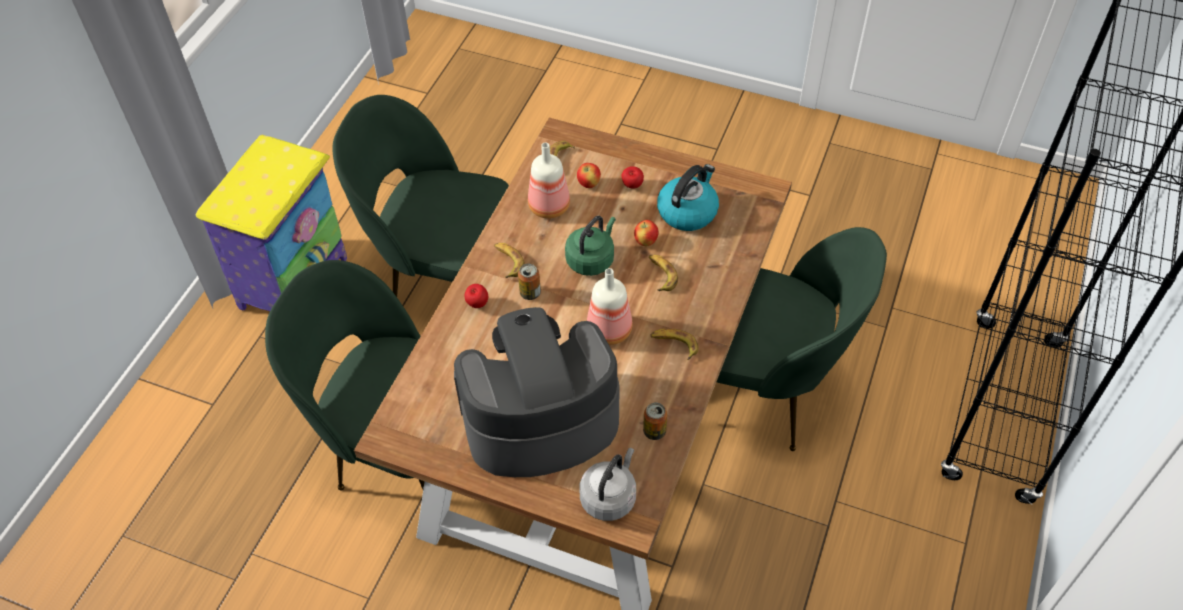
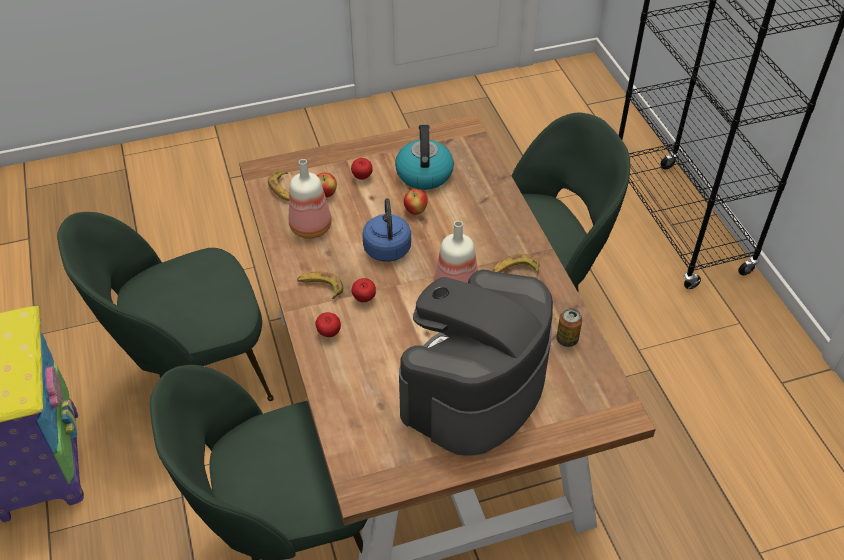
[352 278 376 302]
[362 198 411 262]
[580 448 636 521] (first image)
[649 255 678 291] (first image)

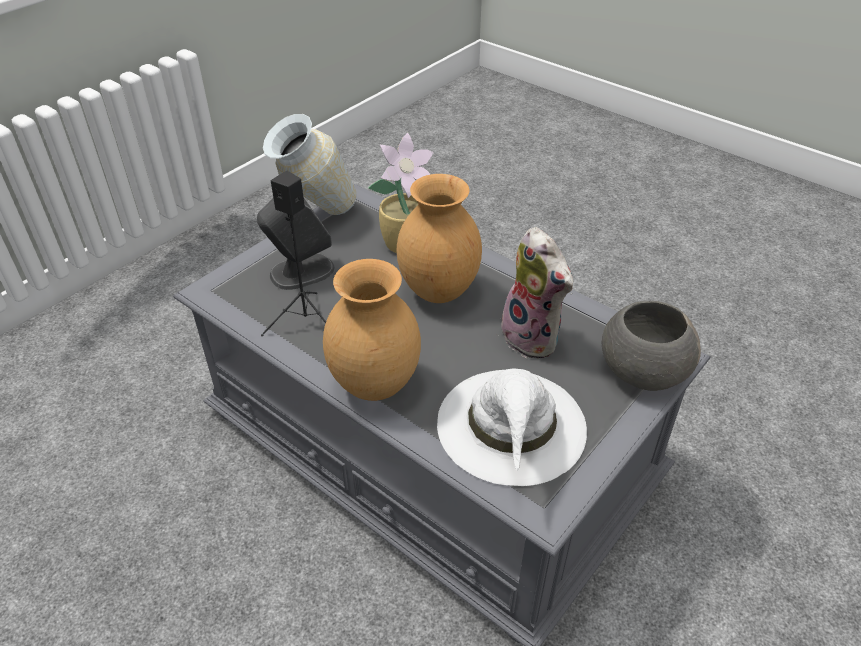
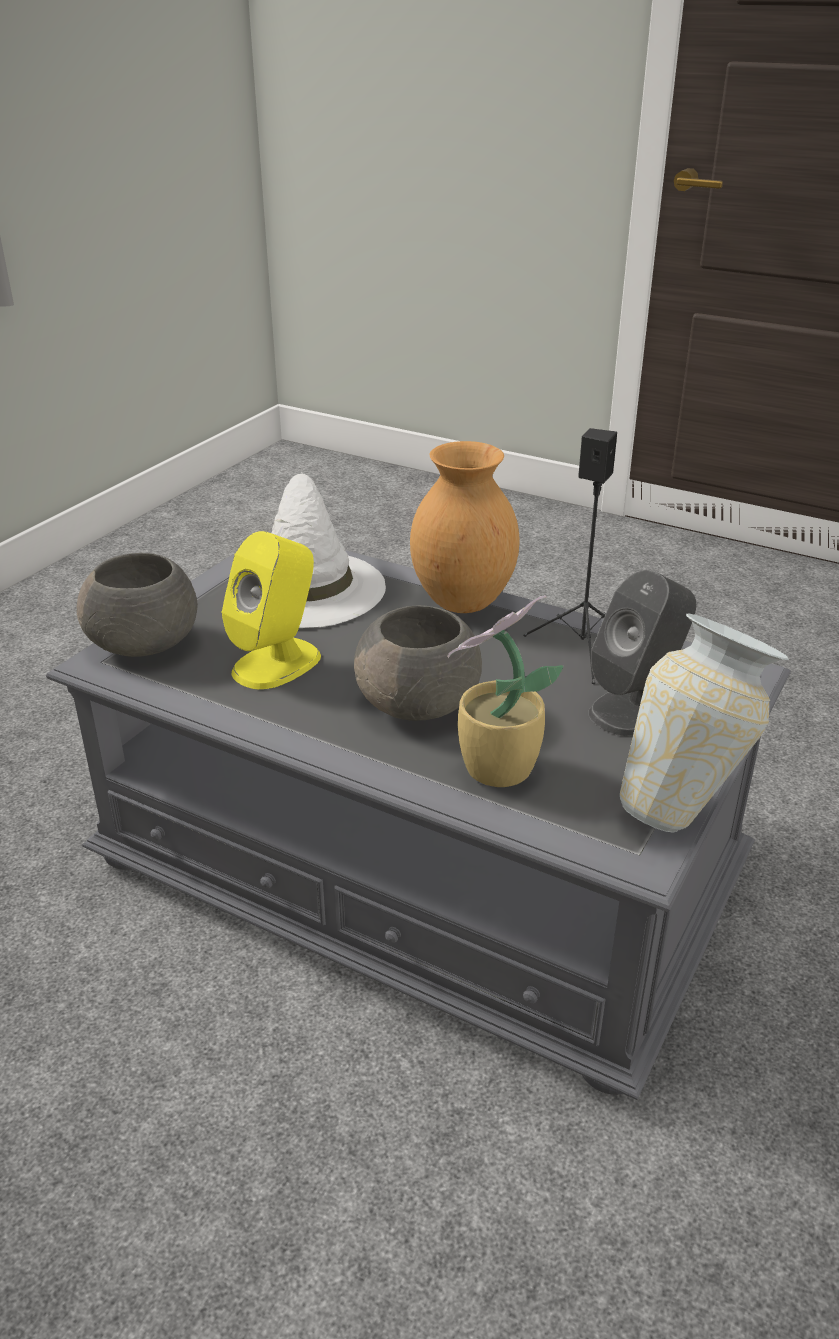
[221 531 321 690]
[354 605 482 721]

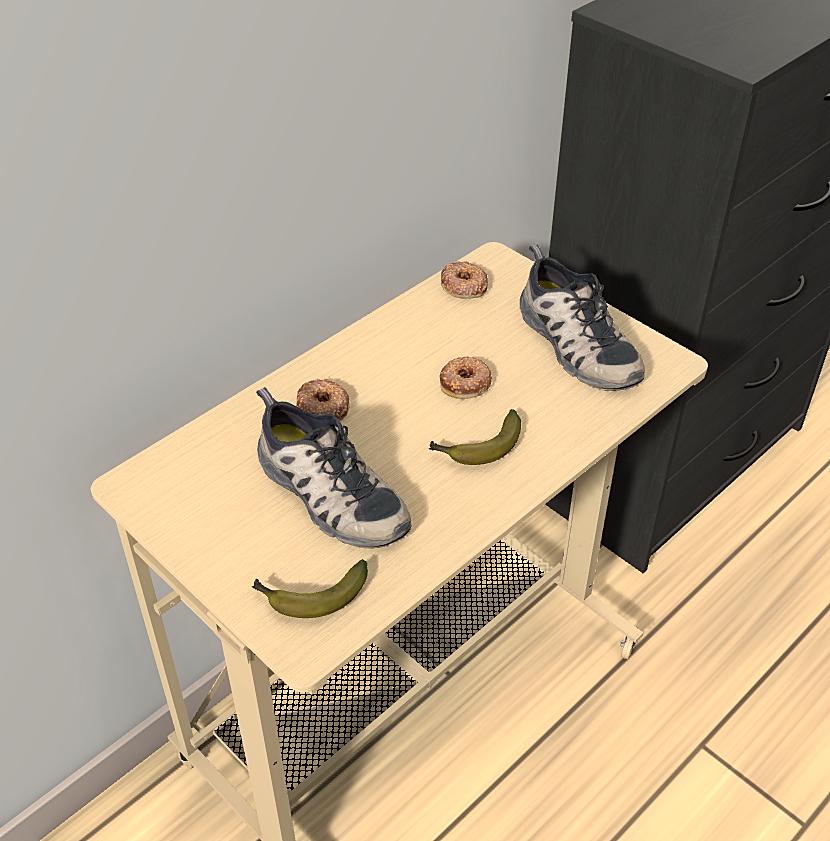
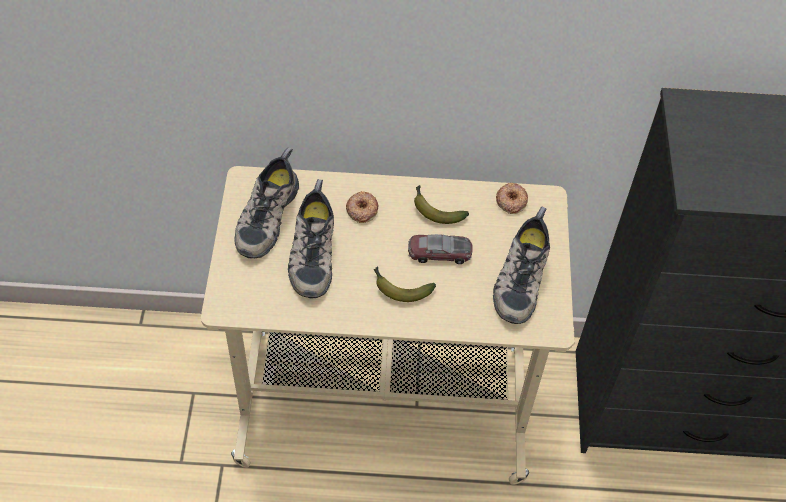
[234 147 299 258]
[408 234 473 264]
[414 185 469 224]

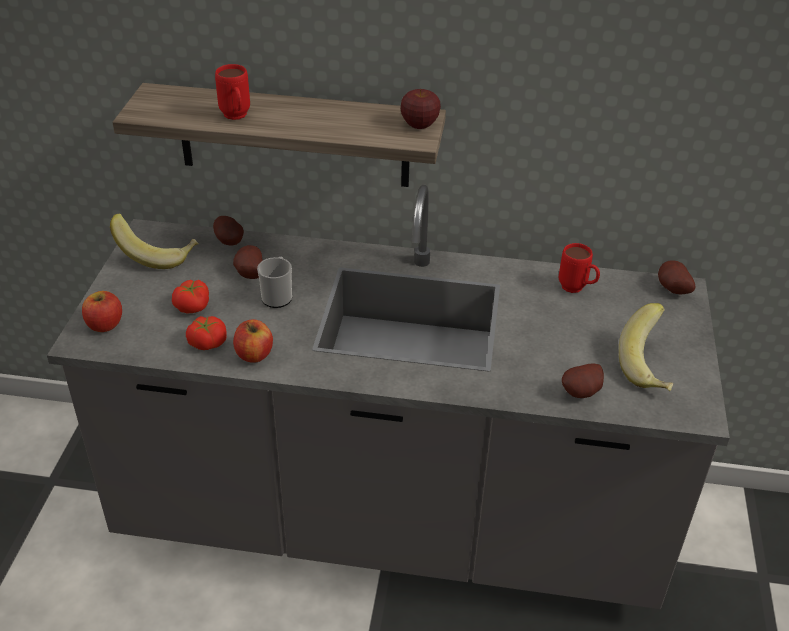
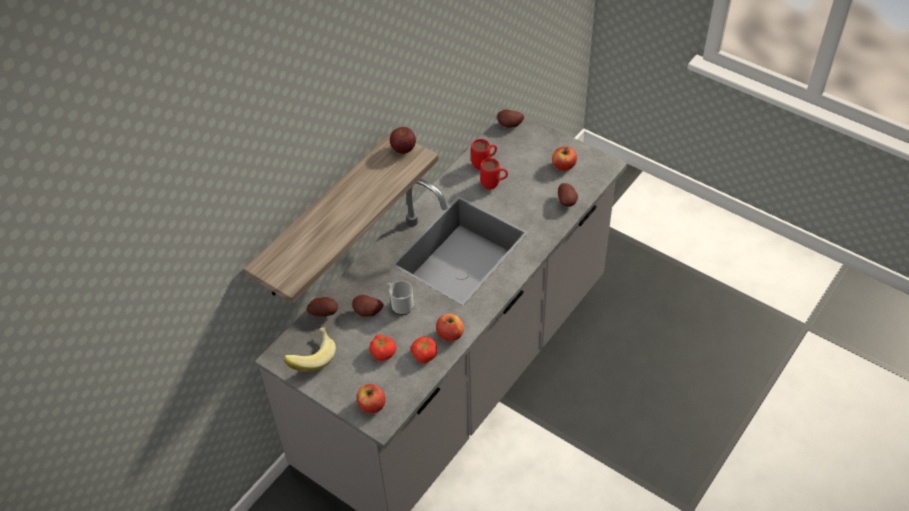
[480 158 508 190]
[552 147 577 171]

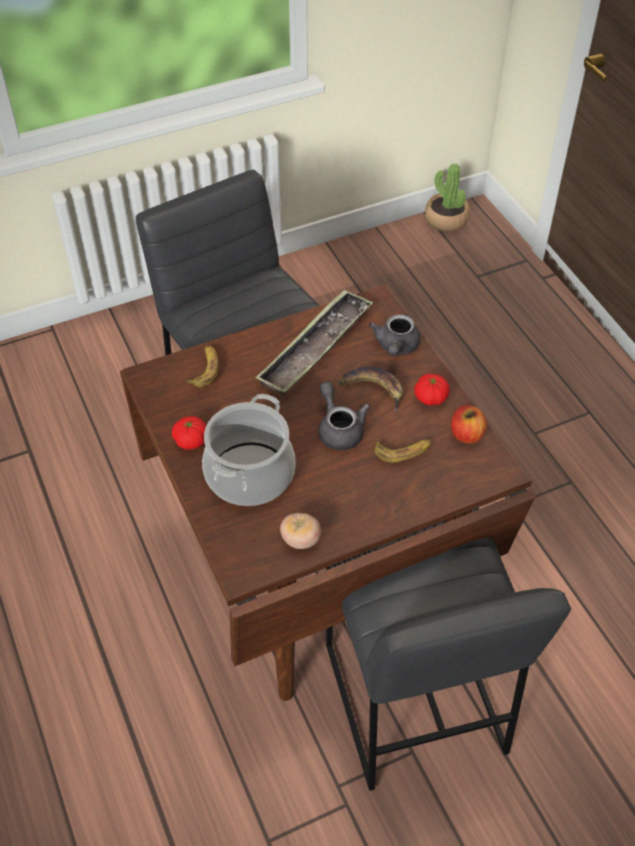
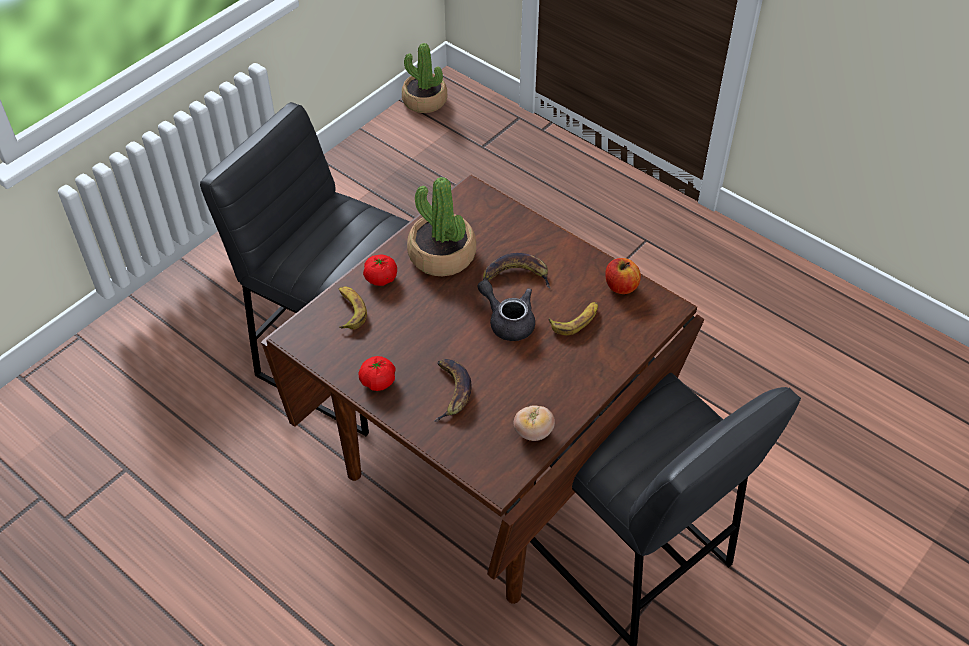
[363 255 397 286]
[407 177 476 276]
[434 359 472 422]
[369 314 421 356] (first image)

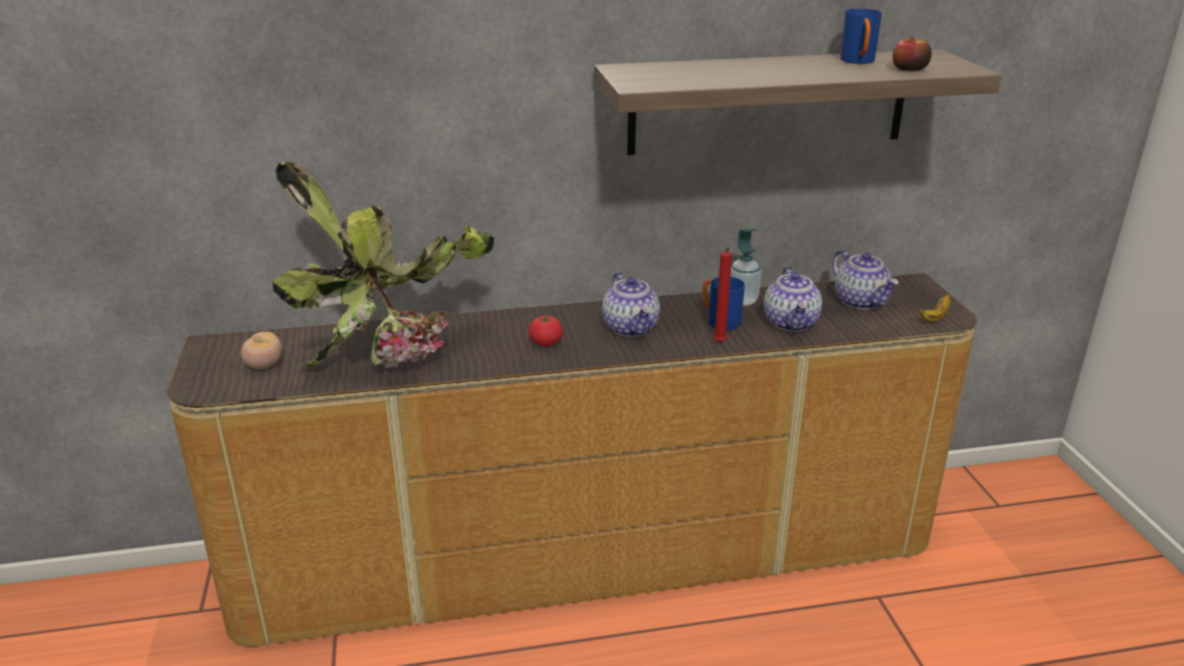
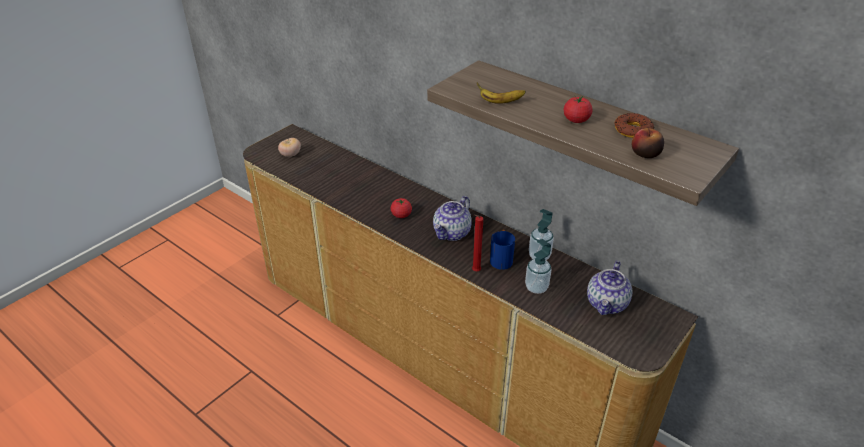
[477 83 526 104]
[525 239 552 294]
[564 96 592 123]
[615 113 654 138]
[272 162 494 368] (first image)

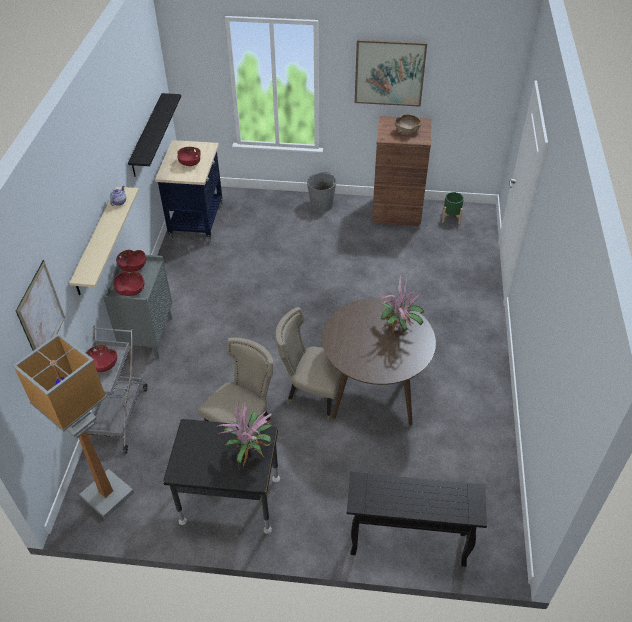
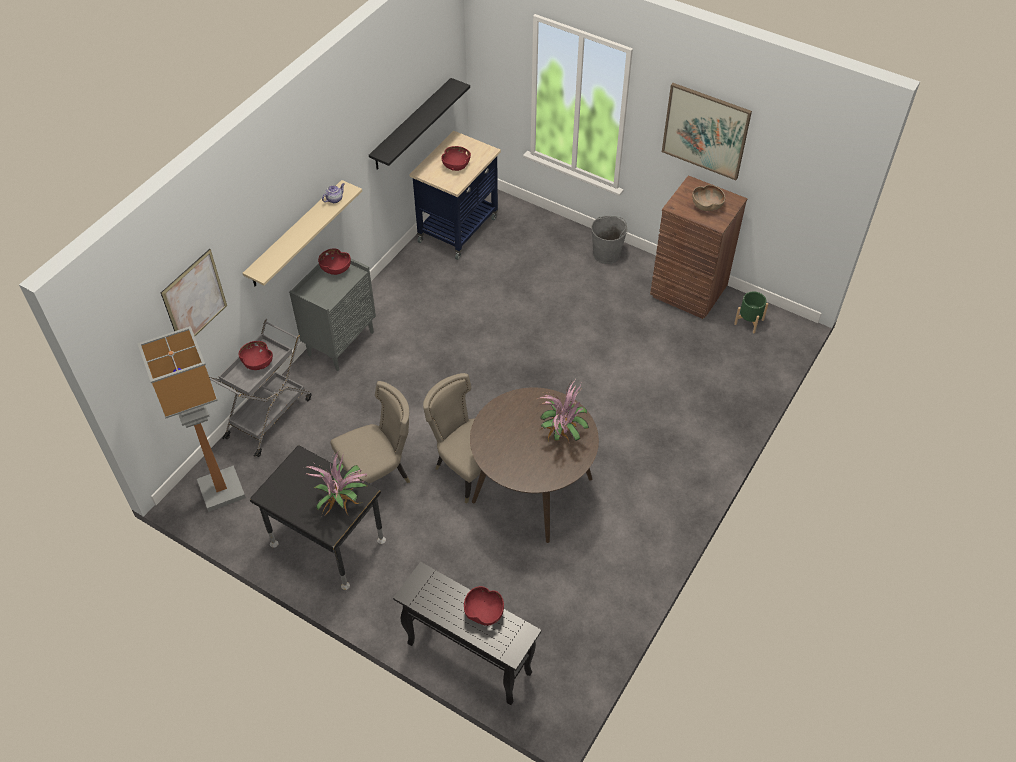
[464 586 504 626]

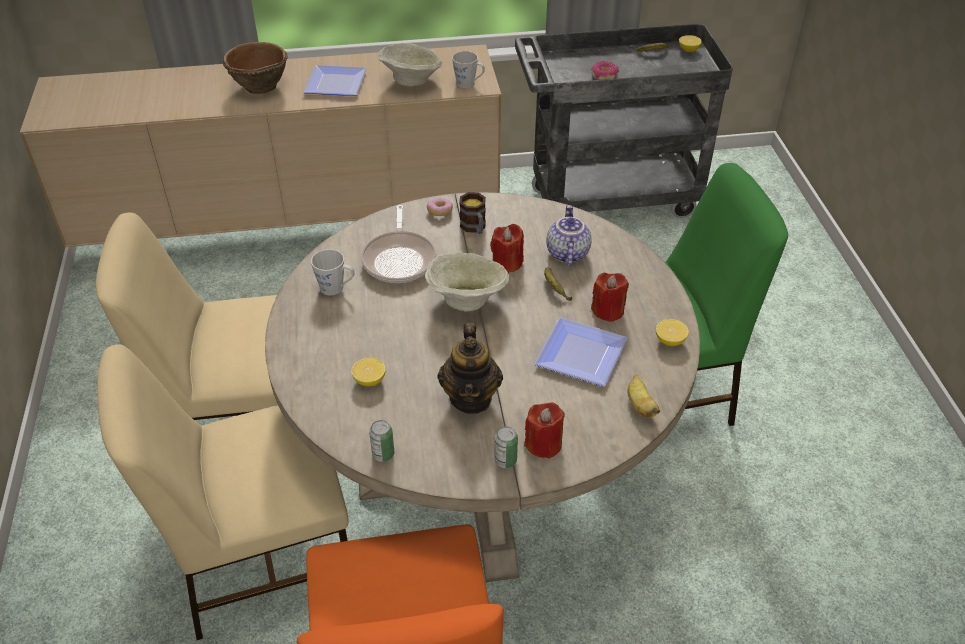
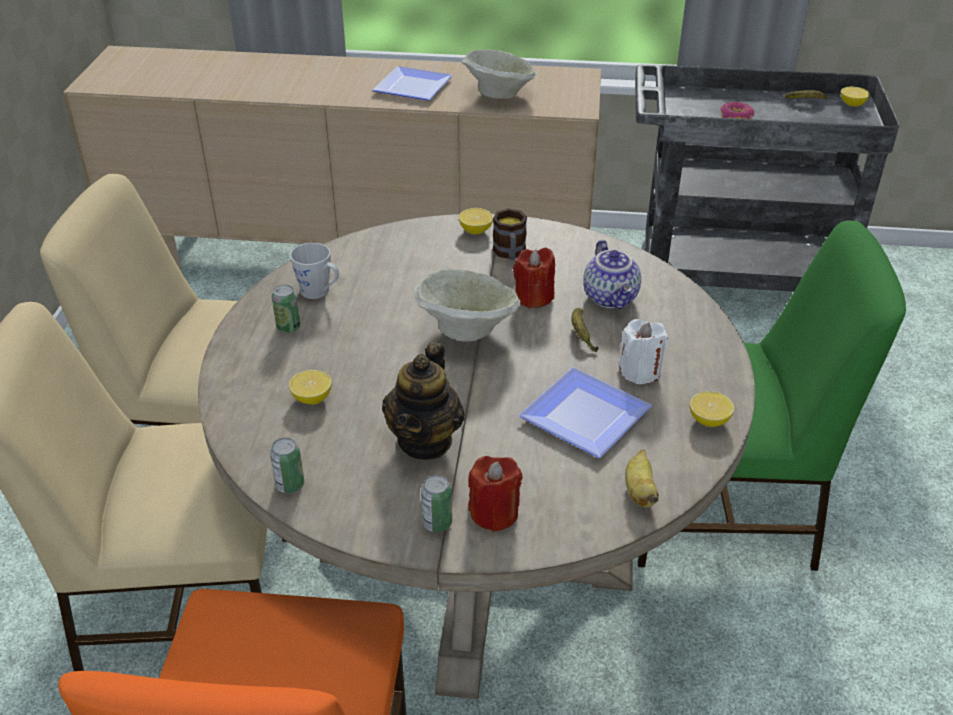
[272 285 301 333]
[459 208 493 234]
[583 240 641 309]
[618 319 668 384]
[223 42 288 94] (first image)
[361 205 436 283] (first image)
[452 51 485 88] (first image)

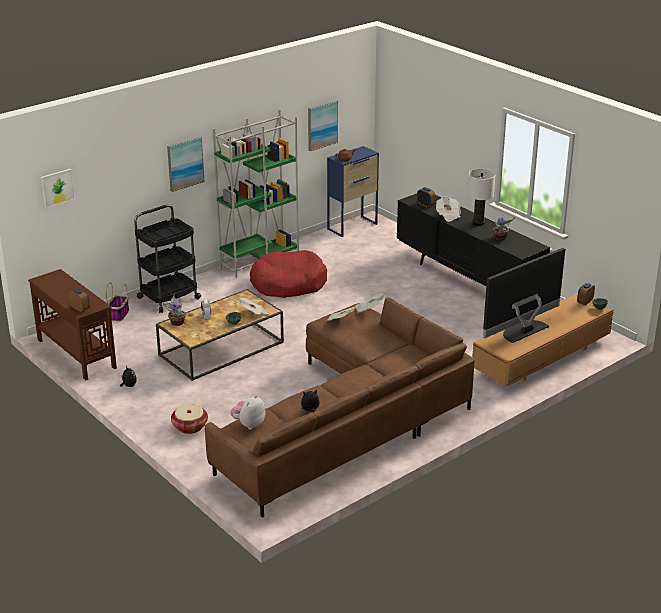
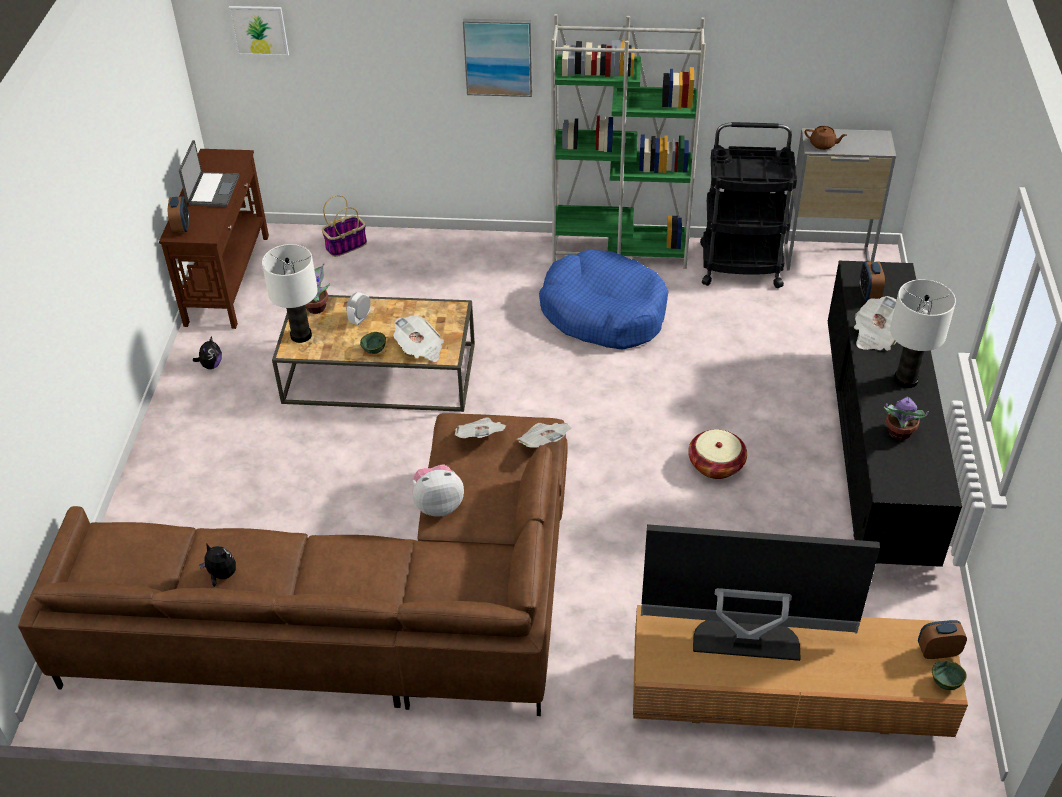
[179 140 240 207]
[262 244 318 343]
[413 464 464 517]
[539 250 668 350]
[688 429 747 479]
[700 122 797 288]
[784 128 896 271]
[308 100 338 151] (first image)

